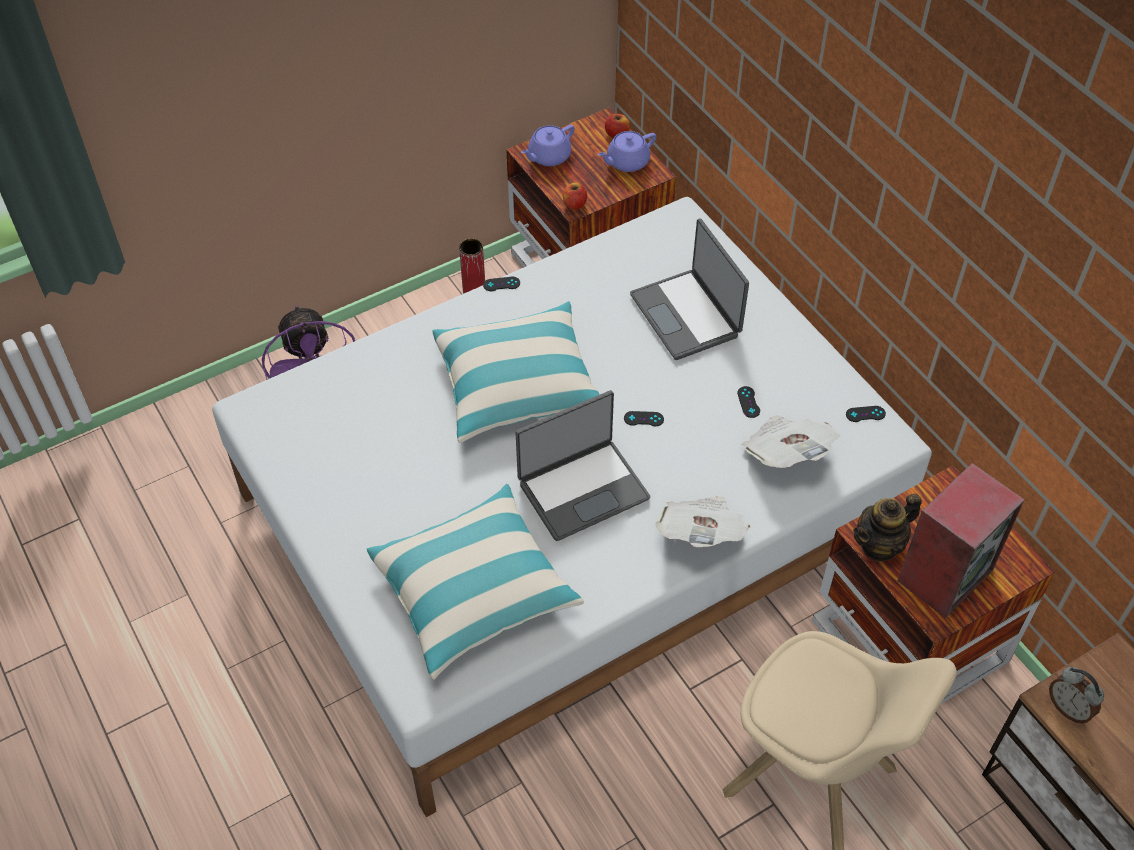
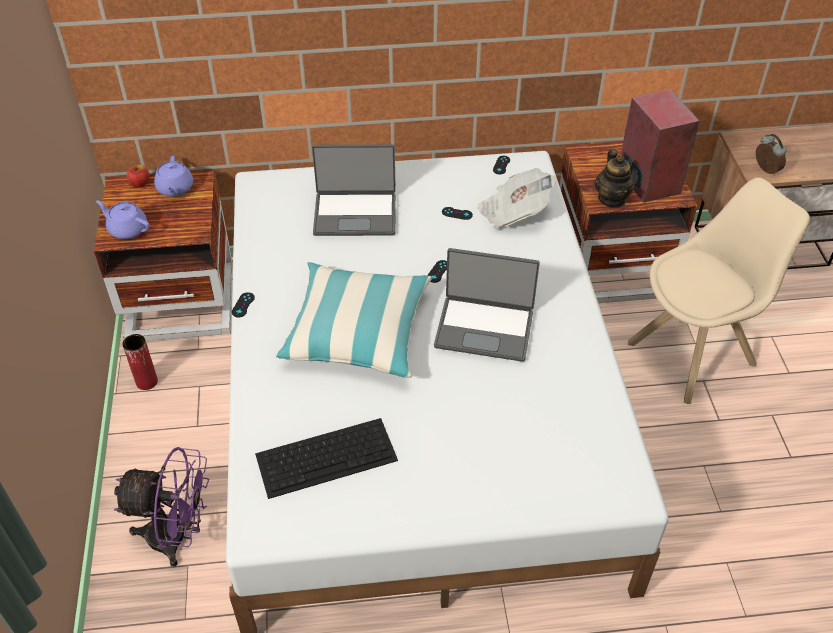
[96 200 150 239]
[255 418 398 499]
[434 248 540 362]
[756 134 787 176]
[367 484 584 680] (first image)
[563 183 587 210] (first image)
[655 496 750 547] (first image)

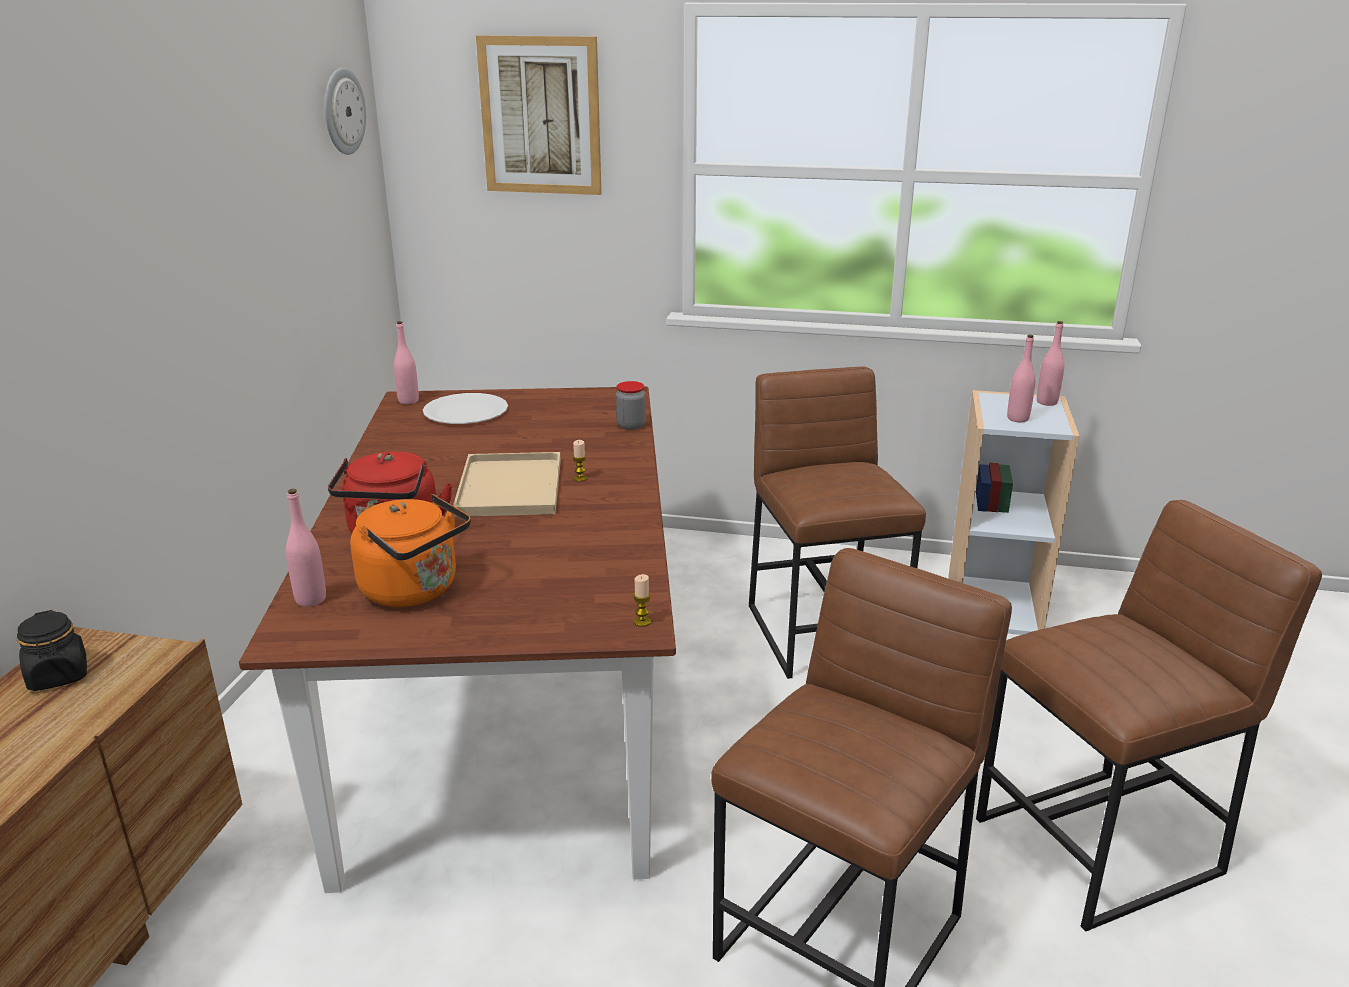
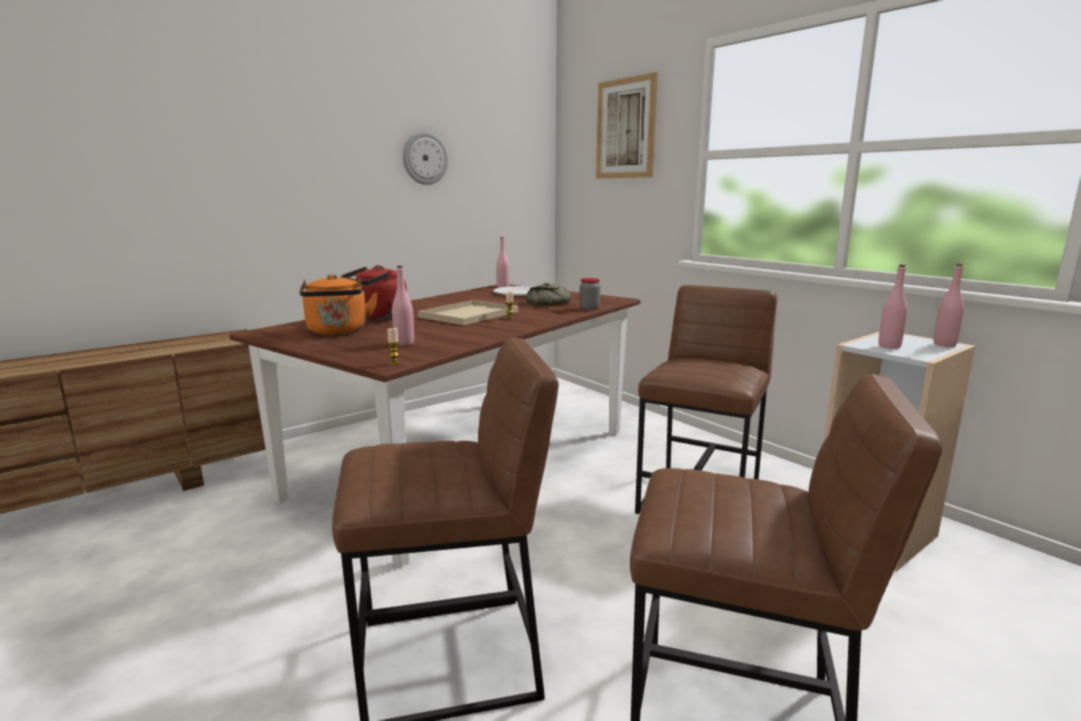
[392 266 414 346]
[403 131 448 185]
[526 283 572 305]
[17 610 87 691] (first image)

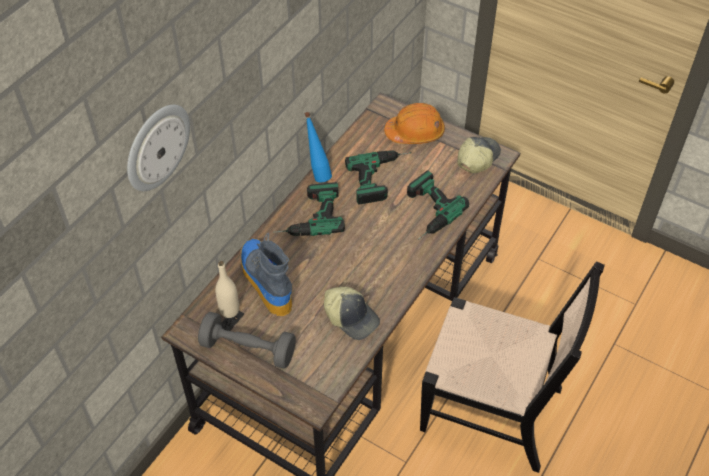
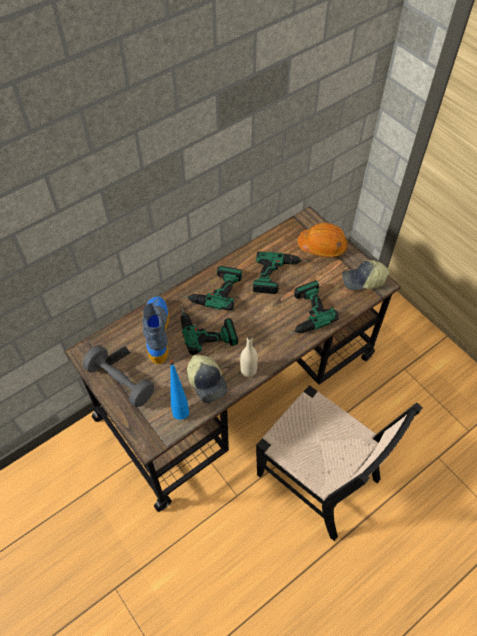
[169 360 189 420]
[181 304 238 355]
[240 335 258 377]
[342 260 389 290]
[127 105 190 191] (first image)

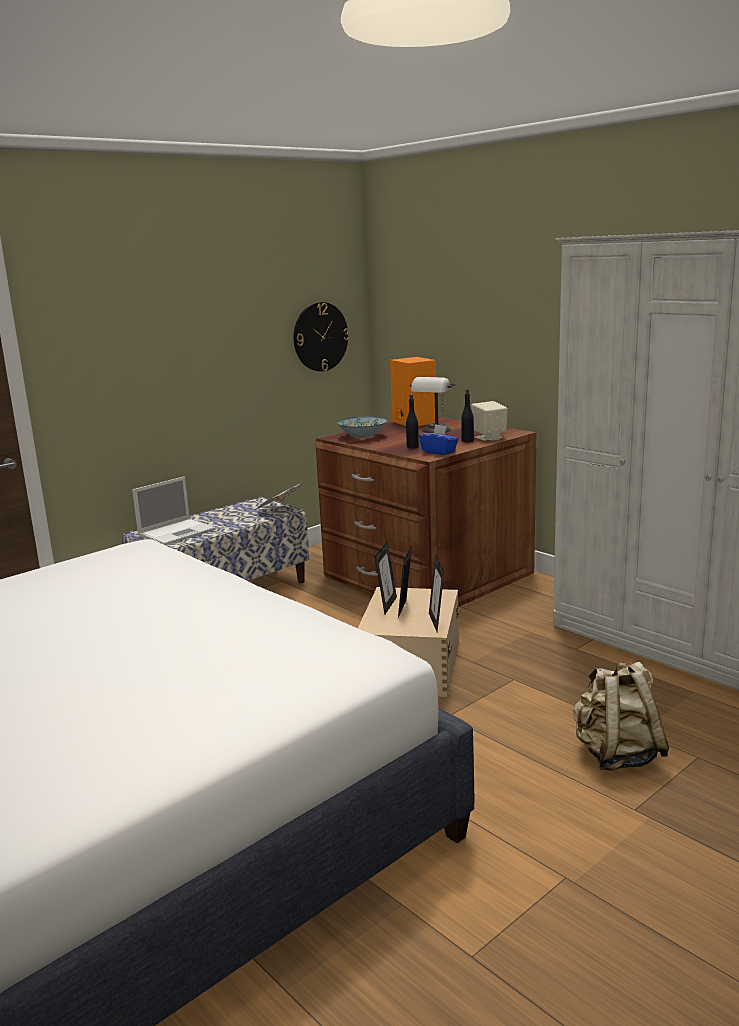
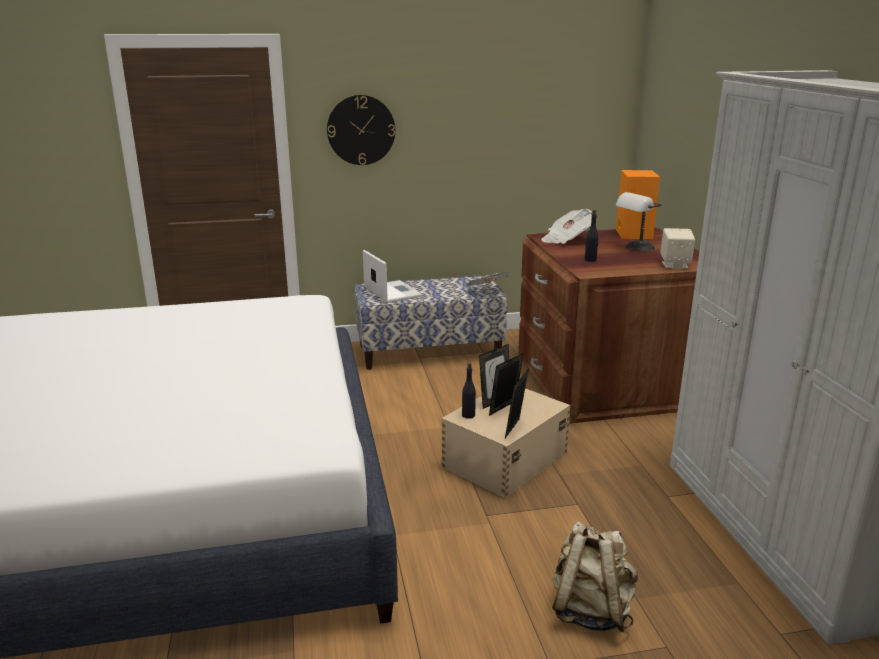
[327 95 395 165]
[363 250 423 303]
[462 363 476 419]
[541 209 592 244]
[419 424 459 455] (first image)

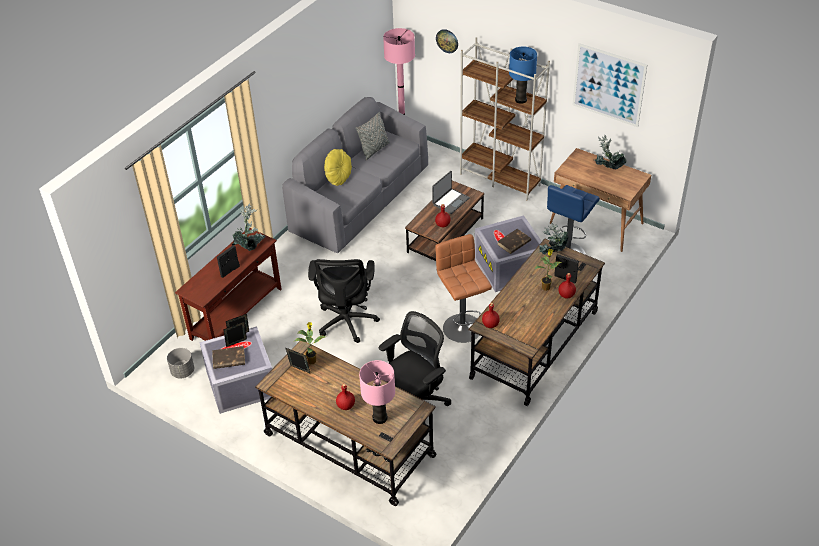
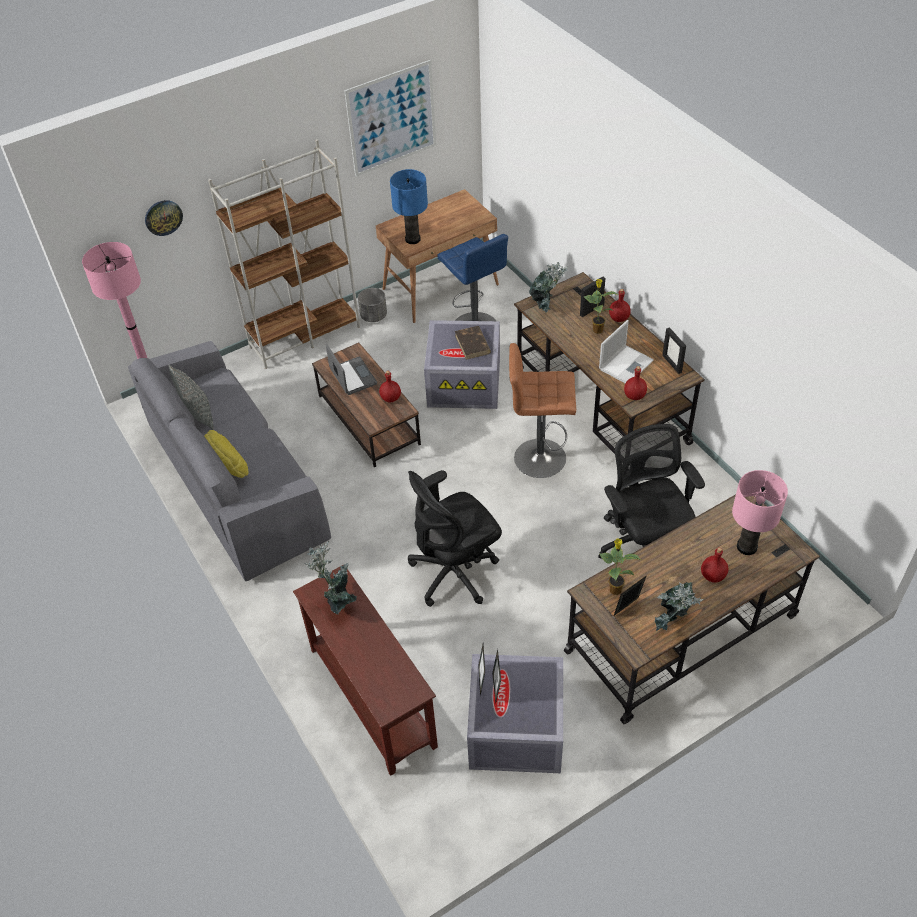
[358 288 387 322]
[390 169 428 244]
[408 470 502 607]
[599 320 654 383]
[655 582 703 631]
[662 327 686 374]
[212 346 245 369] (first image)

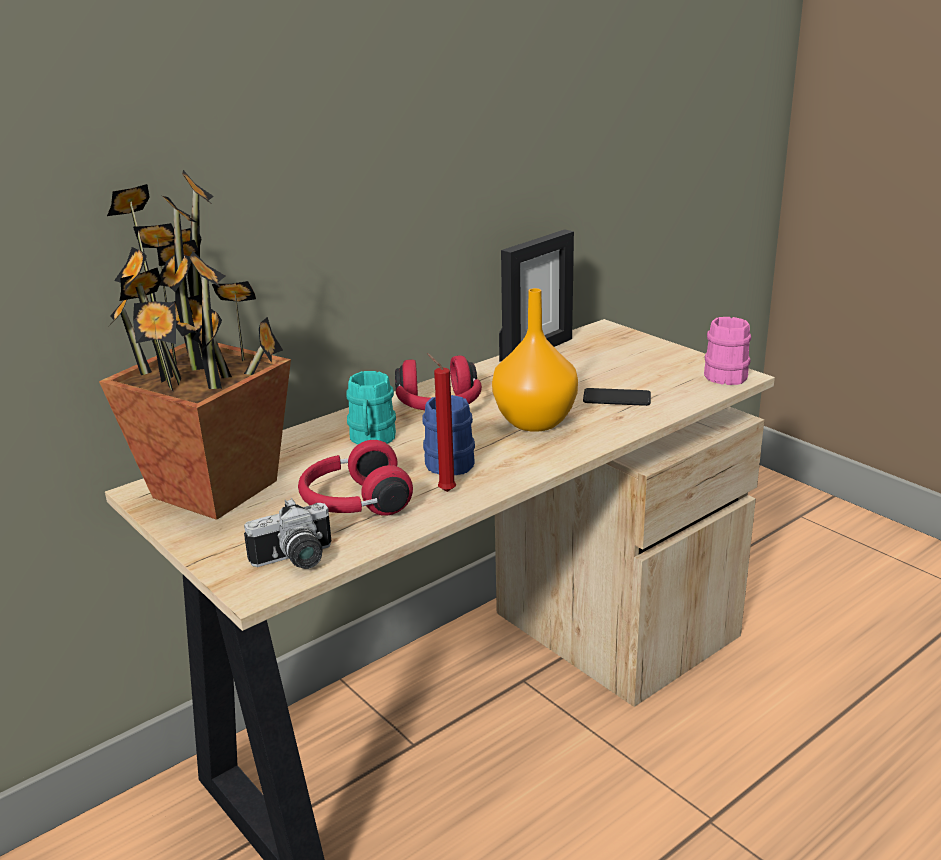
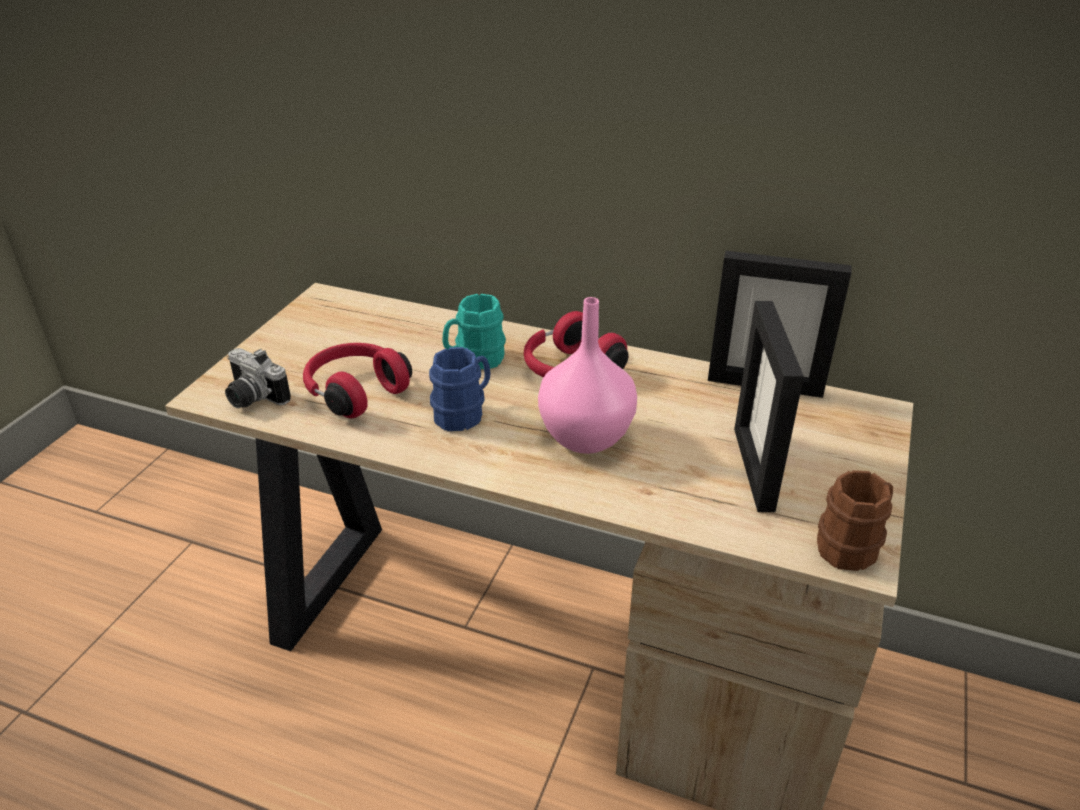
[538 297 637 454]
[734 301 804 512]
[817 470 893 571]
[99 170 291 520] (first image)
[427 353 456 492] (first image)
[583 388 651 406] (first image)

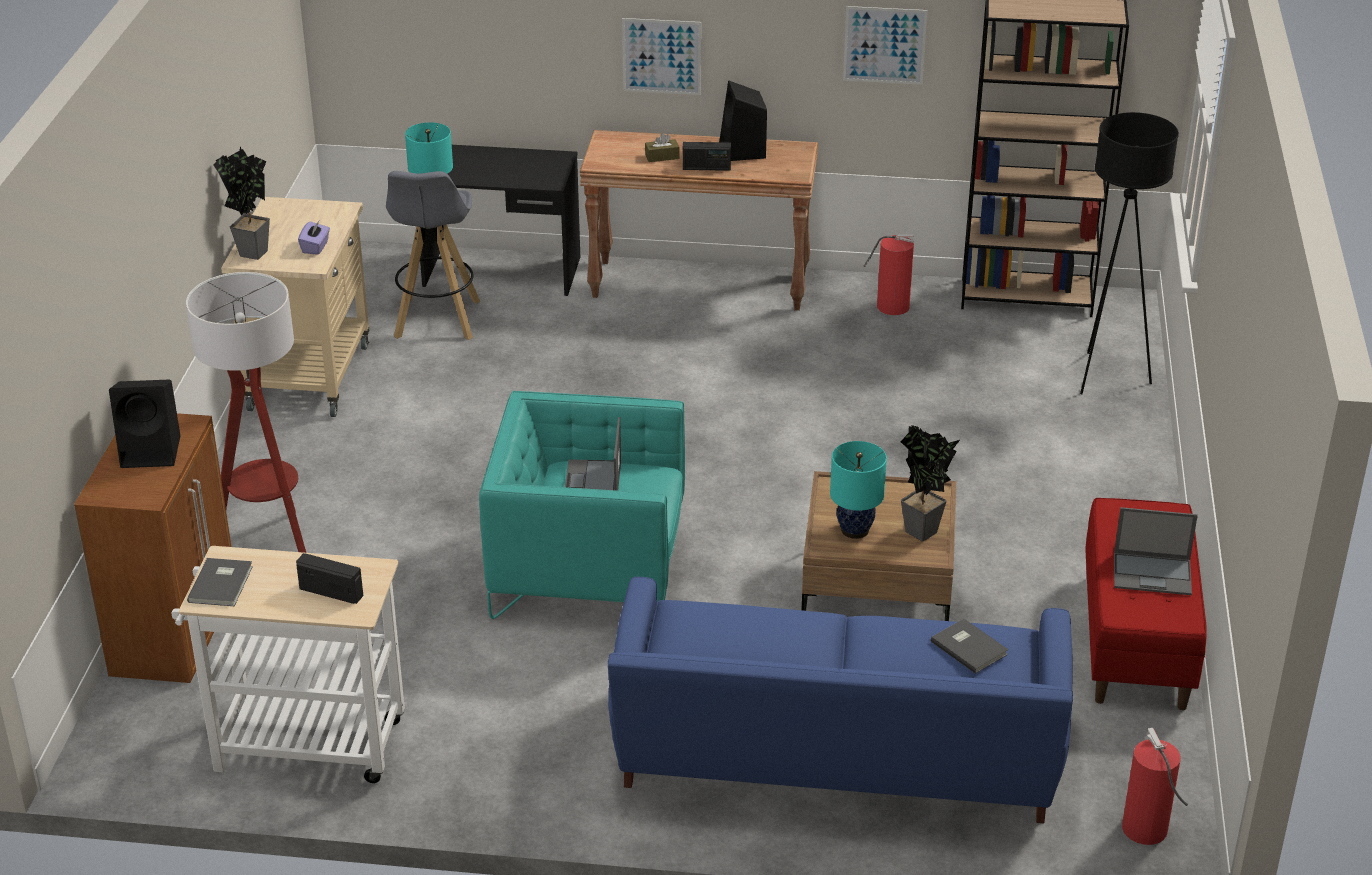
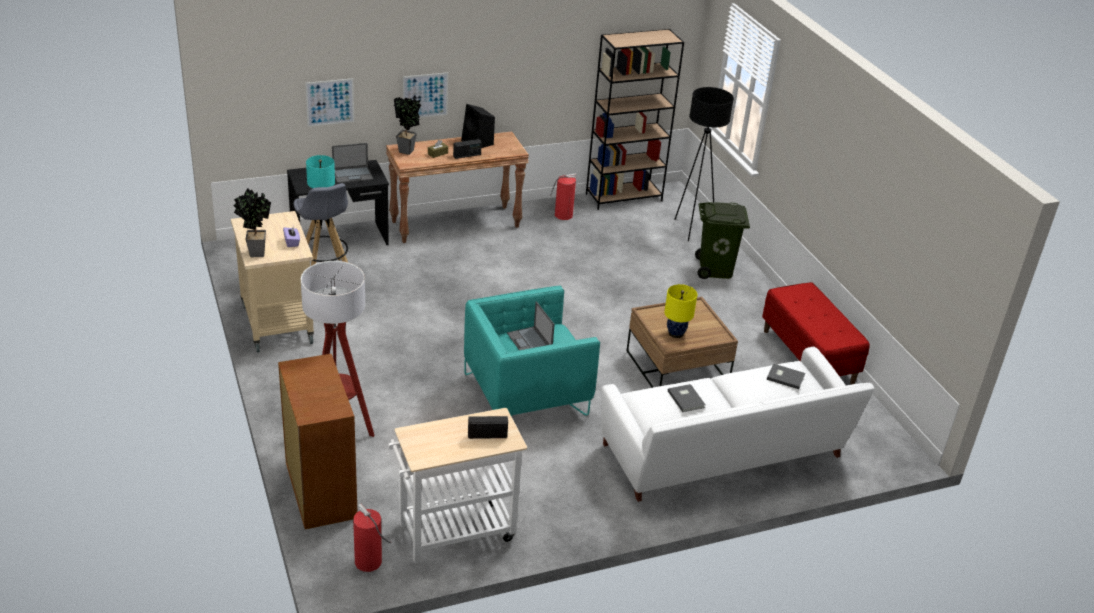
[305 78 354 127]
[332 143 373 183]
[353 504 391 572]
[394 97 421 155]
[601 347 875 502]
[664 284 697 338]
[668 384 705 412]
[695 202 750 279]
[109 380 180 468] (first image)

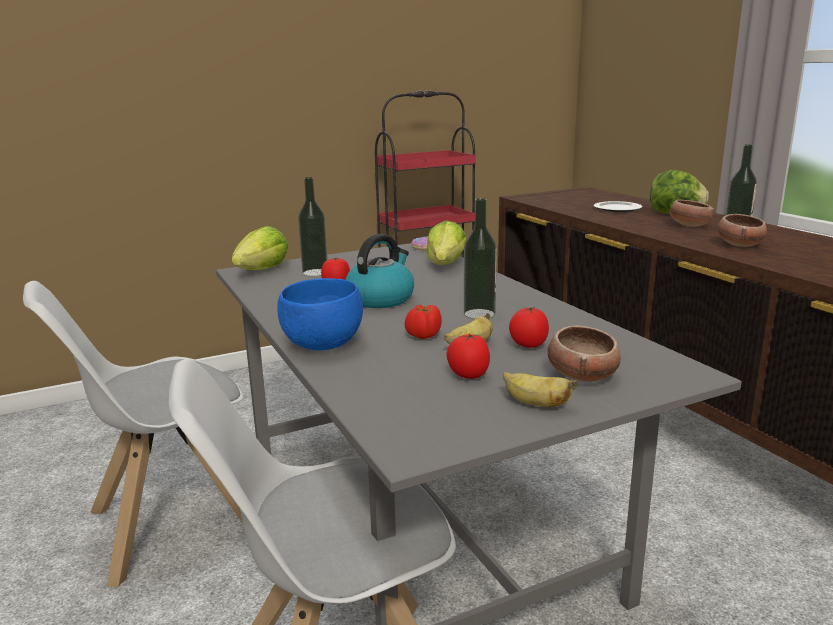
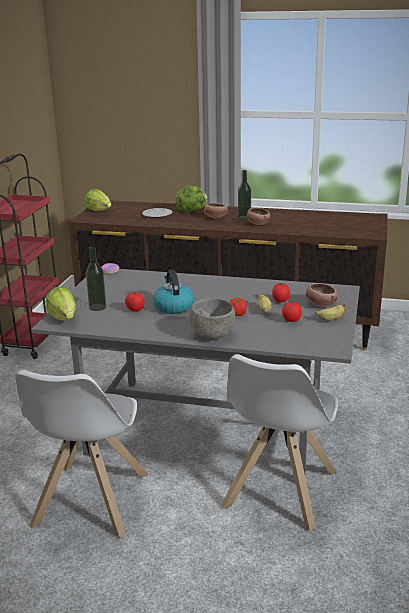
[85 189 111 211]
[189 298 235 339]
[464 198 497 319] (first image)

